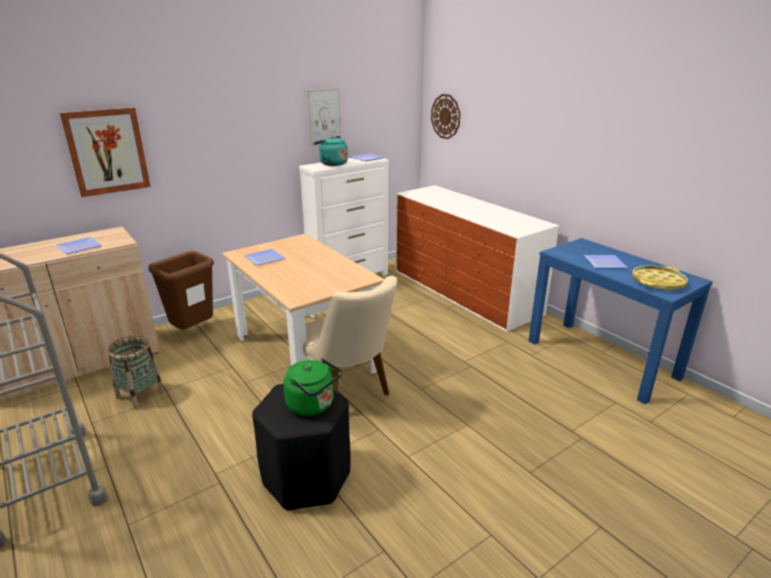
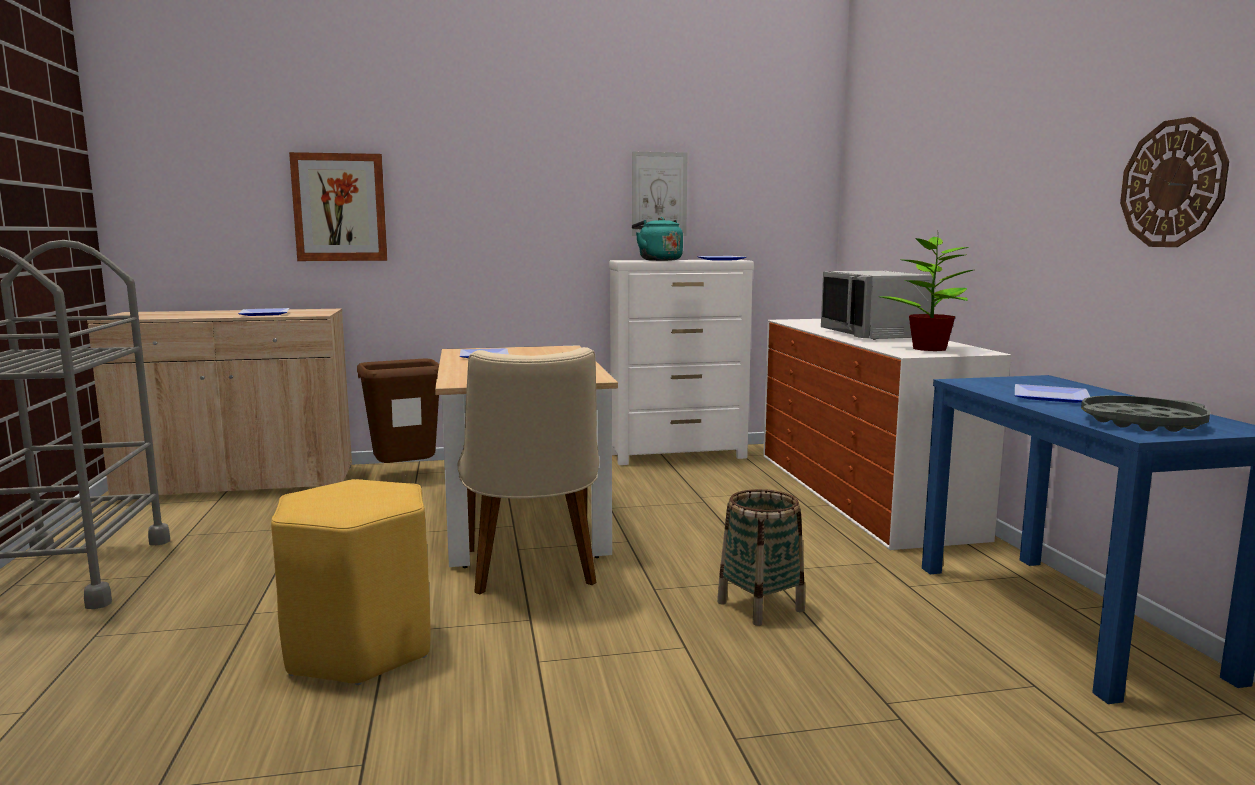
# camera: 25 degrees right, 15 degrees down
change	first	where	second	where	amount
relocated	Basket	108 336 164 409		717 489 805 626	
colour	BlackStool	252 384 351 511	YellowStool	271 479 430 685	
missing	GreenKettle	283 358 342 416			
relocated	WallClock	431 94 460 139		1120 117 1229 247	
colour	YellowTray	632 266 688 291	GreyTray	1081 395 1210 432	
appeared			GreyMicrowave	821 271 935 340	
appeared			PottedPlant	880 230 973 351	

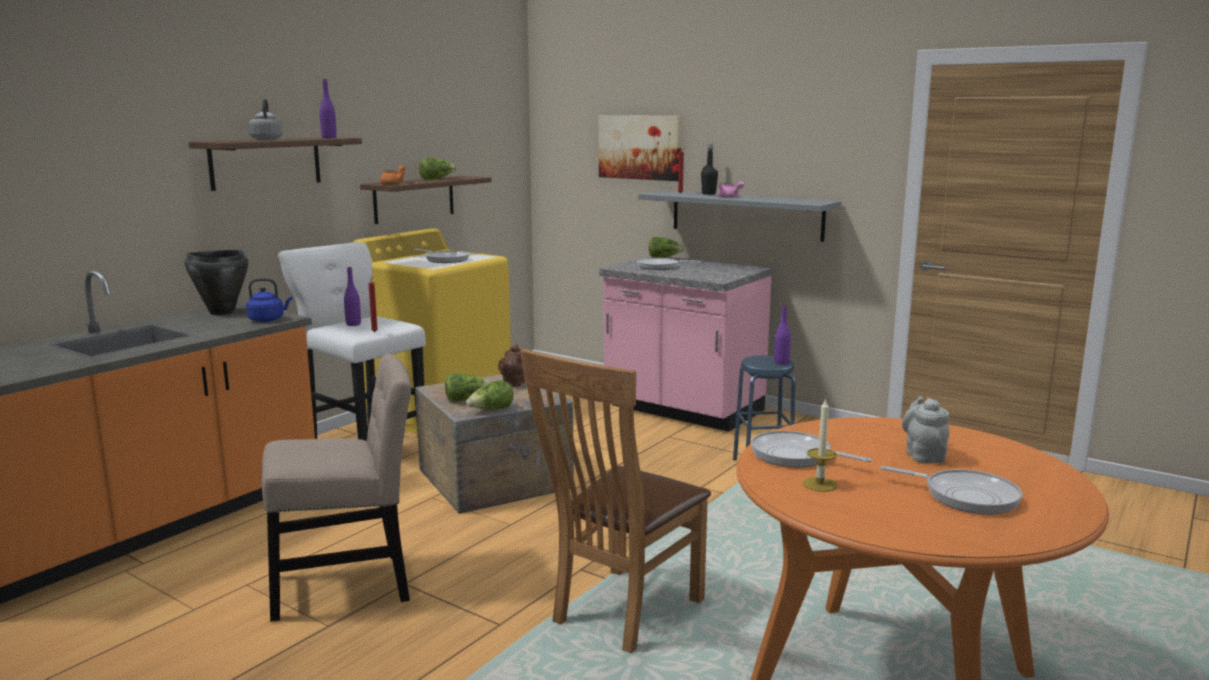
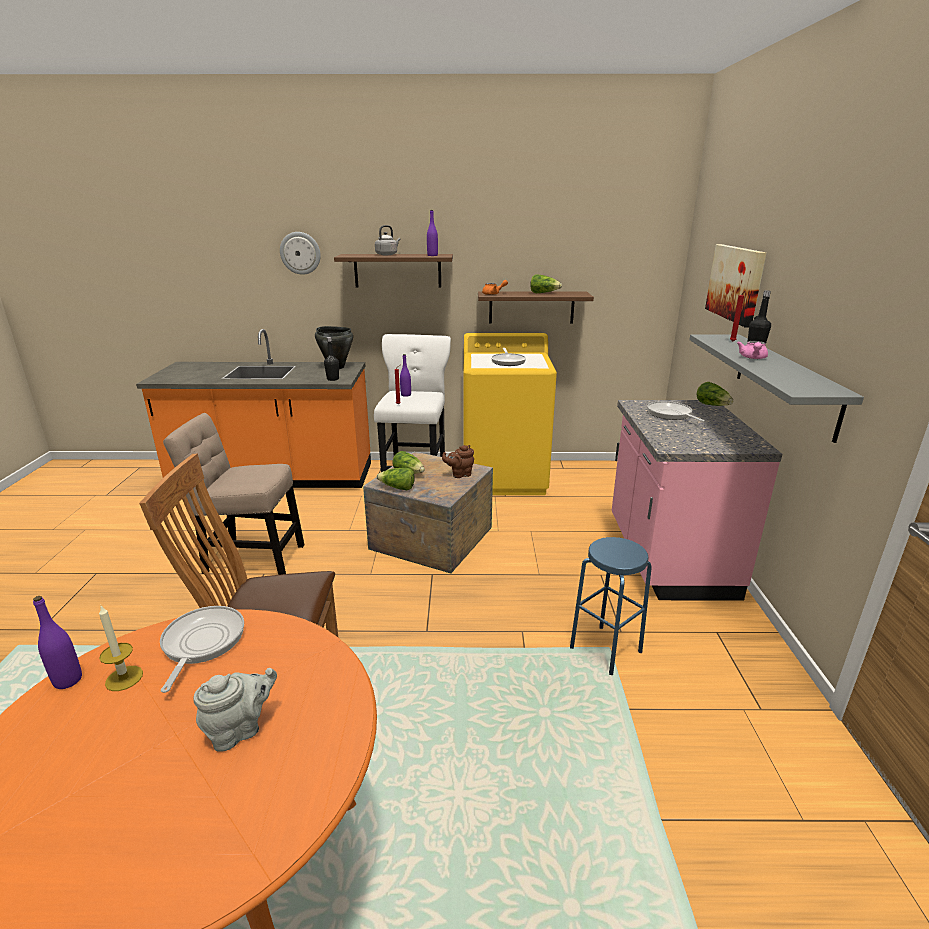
# camera: 55 degrees right, 10 degrees up
change	first	where	second	where	amount
exchanged	BlueKettle	246 278 293 322	BlackBottle	324 337 339 381	
spun	BeigeChair	262 353 411 622		163 413 304 575	150 degrees clockwise
relocated	PurpleBottle	774 305 791 364		33 596 82 689	
missing	FryingPan	880 466 1022 514			
appeared			WallClock	280 232 321 275	

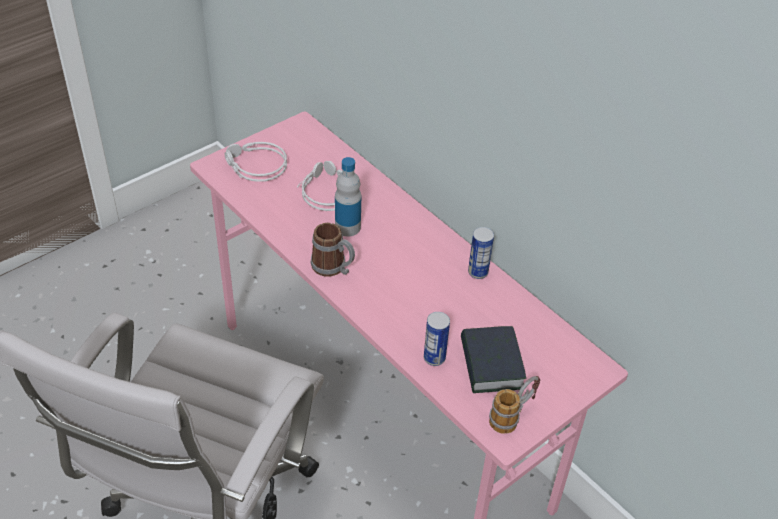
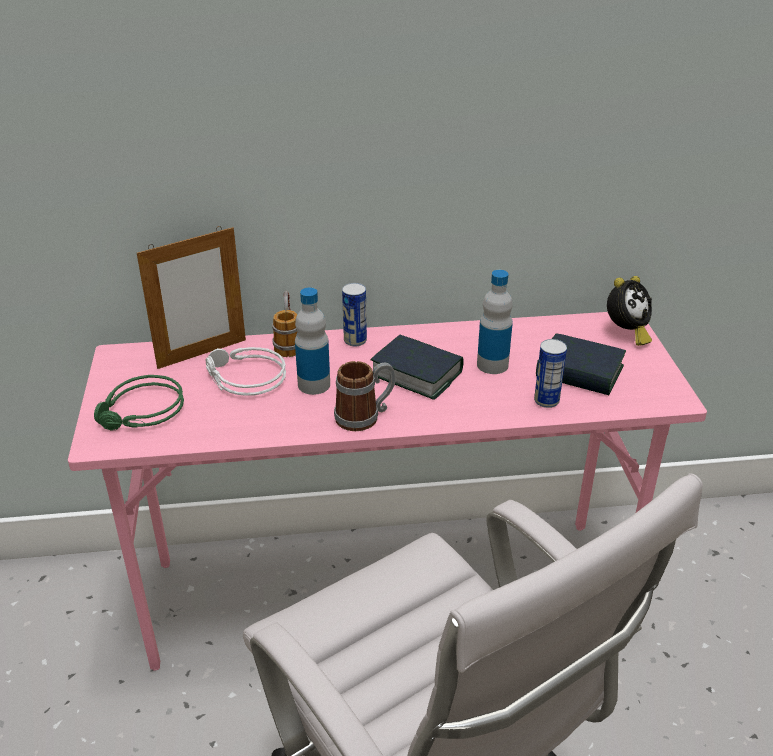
# camera: 55 degrees left, 10 degrees down
change	first	where	second	where	amount
colour	GreyHeadphones	225 142 287 182	GreenHeadphones	94 375 184 431	
relocated	Can	468 227 494 279		342 283 367 346	
relocated	Mug	489 376 540 434		272 291 297 357	
appeared			PictureFrame	137 226 246 369	
appeared			Book	370 335 464 400	
appeared			Bottle	477 270 513 374	
appeared			AlarmClock	607 276 652 346	

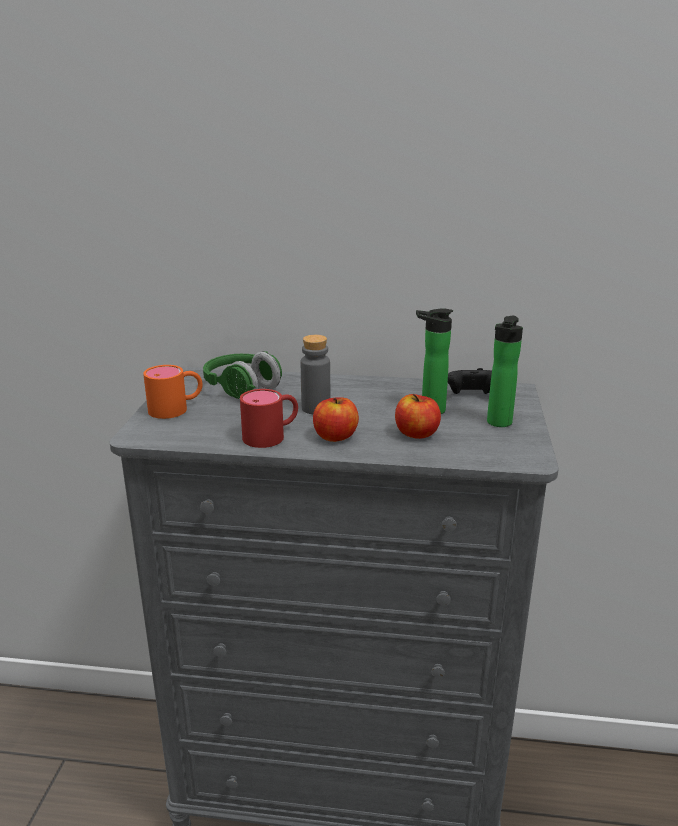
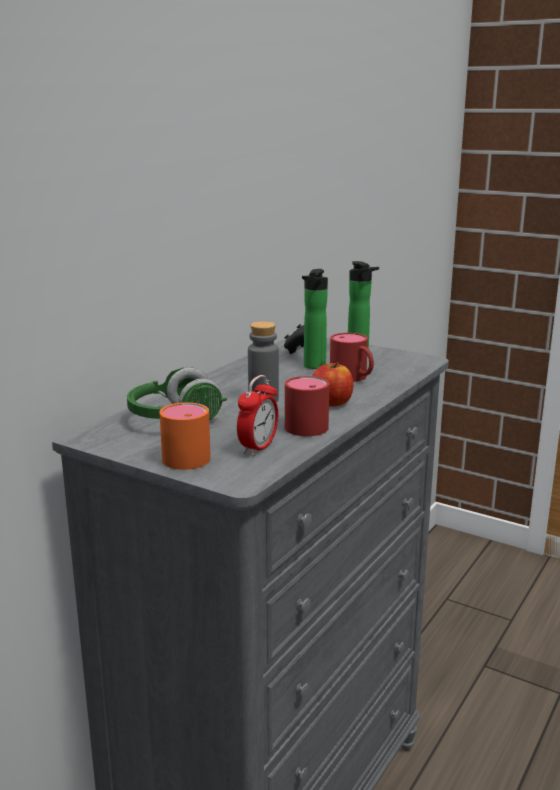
# camera: 65 degrees left, 5 degrees down
change	first	where	second	where	amount
exchanged	Apple	395 394 441 439	RedMug	330 333 374 382	
appeared			AlarmClock	237 375 278 456	

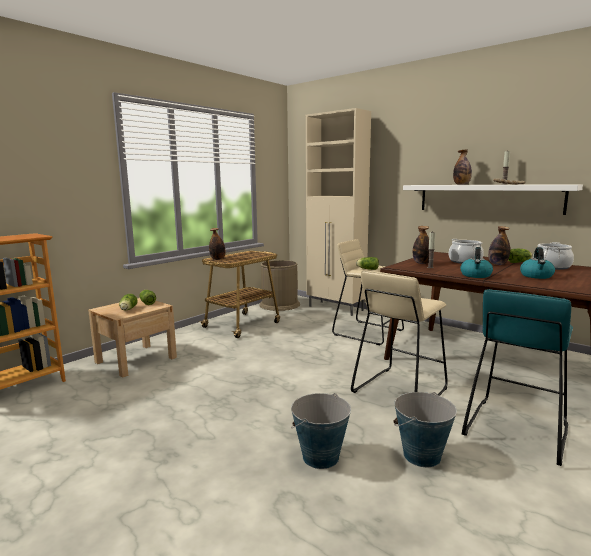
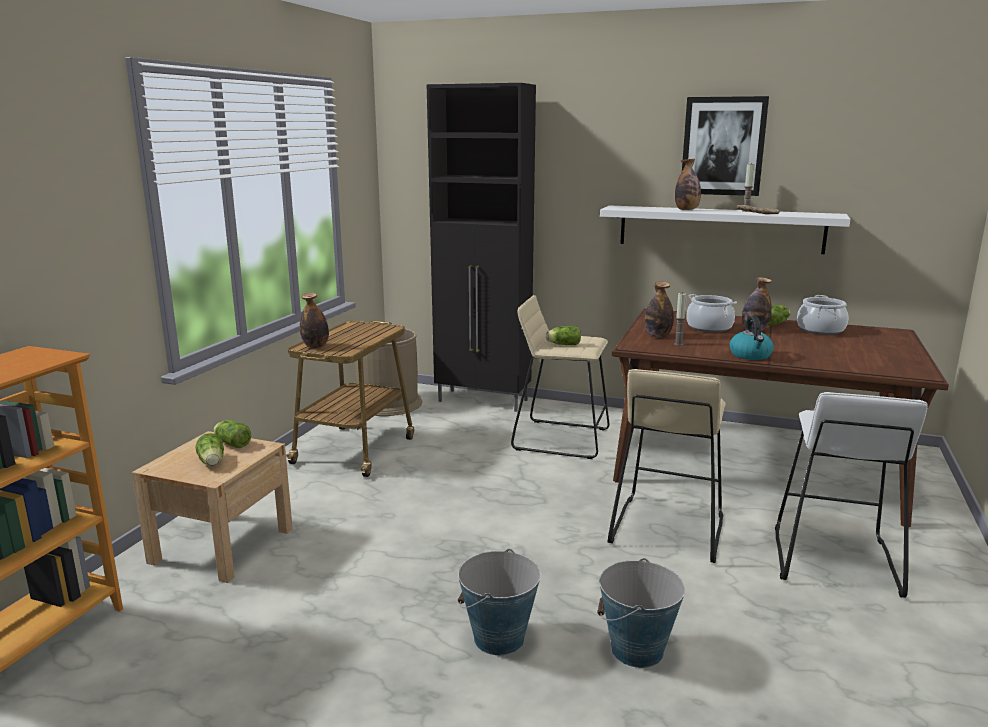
# camera: 20 degrees left, 5 degrees up
change	first	where	second	where	amount
colour	BeigeCabinet	306 108 371 316	BlackCabinet	427 83 536 412	
relocated	Bucket	393 392 457 467		458 549 541 655	
colour	TurquoiseStool	462 289 573 466	WhiteStool	775 392 928 598	
missing	Kettle	520 247 555 279			
appeared			Picture	682 96 769 196	

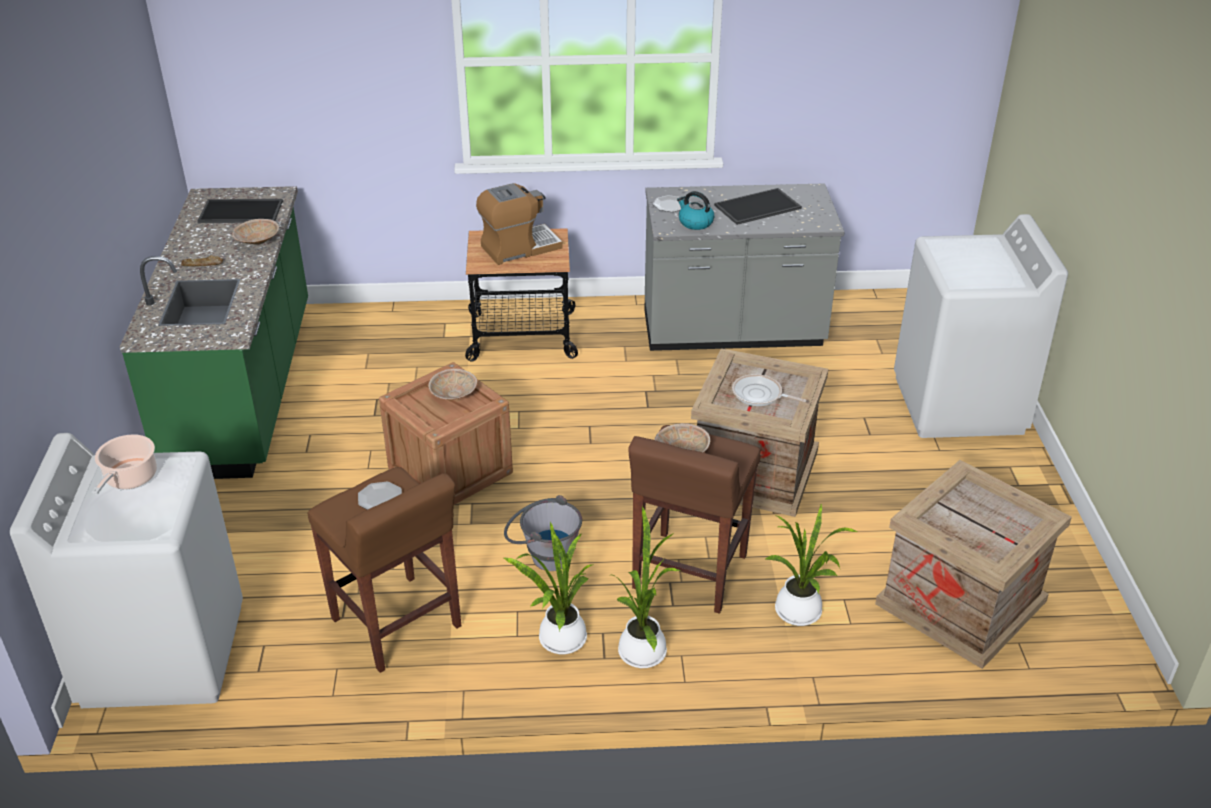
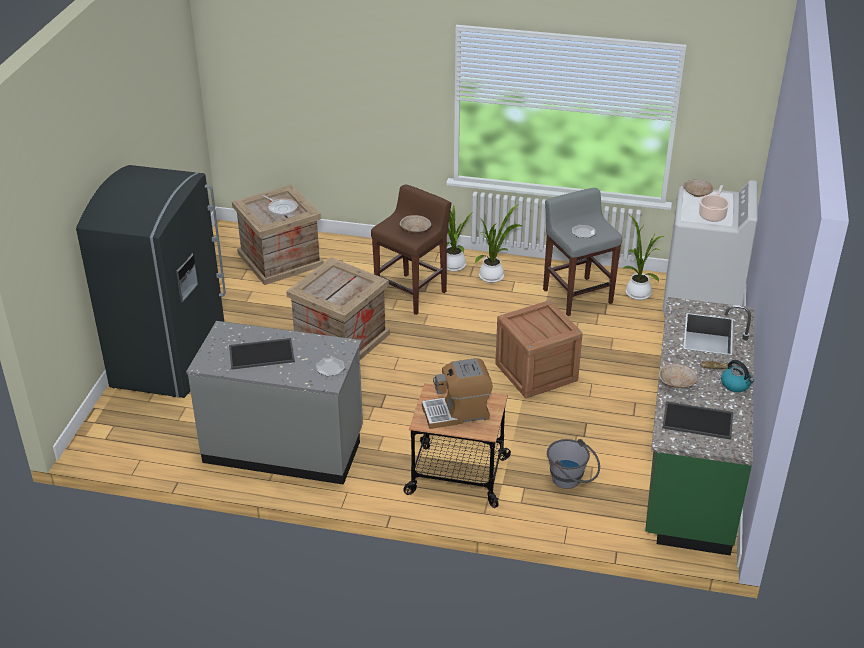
# camera: 165 degrees left, 0 degrees up
change	first	where	second	where	amount
colour	BrownStool	307 467 461 673	GreyStool	543 188 622 316	
relocated	BeigeBowl	428 369 477 400		683 180 714 197	
relocated	GreyBucket	504 495 582 571		547 439 600 489	
relocated	Kettle	677 191 714 230		721 360 754 392	
relocated	FryingPan	732 374 806 406		262 195 297 216	
relocated	PottedPlant	765 503 857 626		623 215 664 300	
exchanged	WhiteWashingMachine	894 214 1068 438	GreyFridge	76 165 226 398	

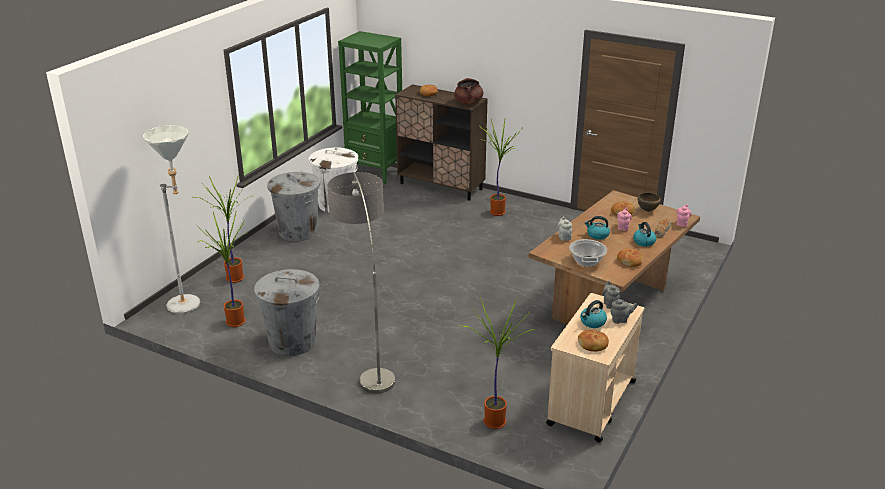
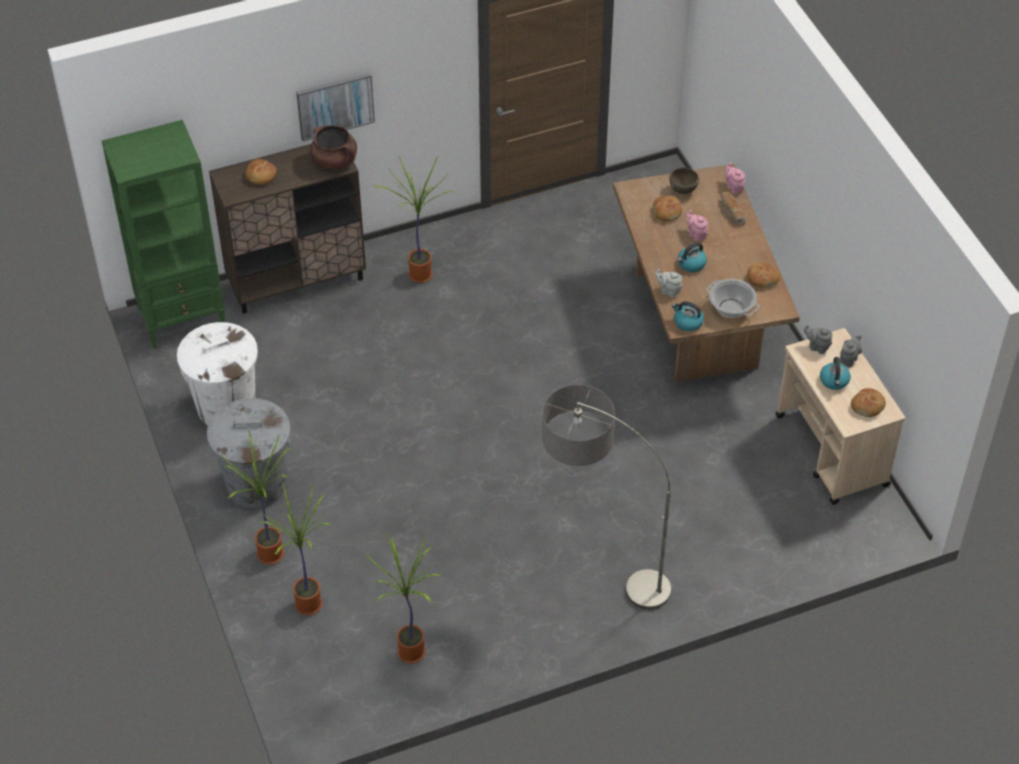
# camera: 50 degrees left, 20 degrees up
change	first	where	second	where	amount
missing	GreyFloorLamp	143 125 200 314			
missing	GreyTrashCan	254 269 319 356			
relocated	PottedPlant	457 297 535 429		221 430 290 564	
relocated	Kettle	633 222 656 247		672 301 704 331	
appeared			Picture	296 73 375 141	

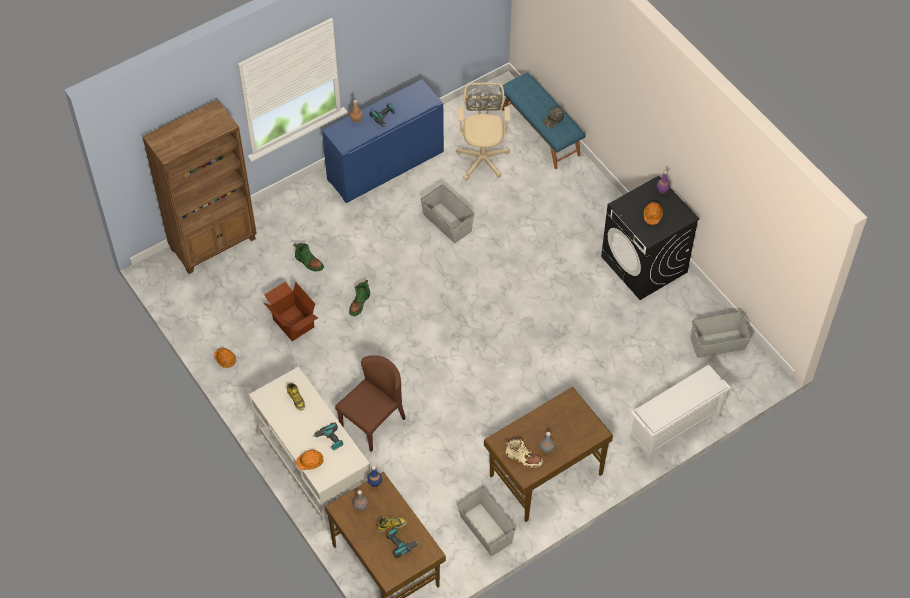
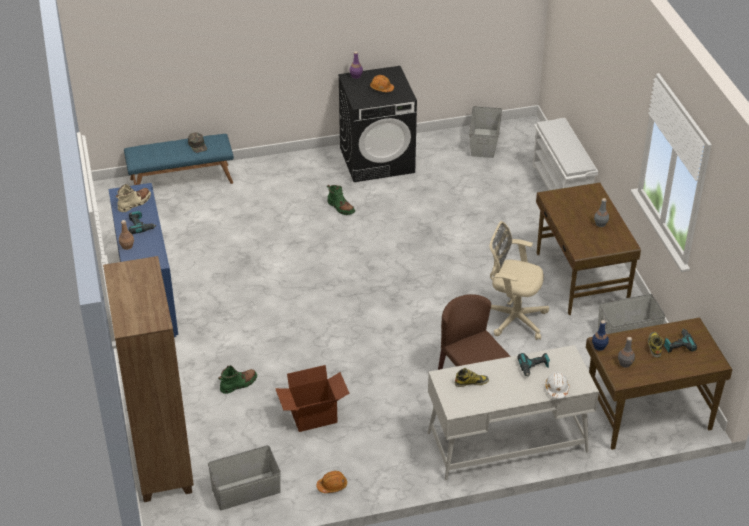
# camera: 70 degrees left, 15 degrees down
change	first	where	second	where	amount
colour	OrangeHardHat	296 450 324 470	WhiteHardHat	545 372 569 399	
relocated	GreenBoot	349 280 371 316		327 185 355 215	
relocated	GreyStorageBox	420 184 475 243		208 445 281 510	
relocated	BeigeOfficeChair	456 83 510 181		489 221 549 340	
relocated	BeigeBoot	505 439 543 468		115 184 151 212	

